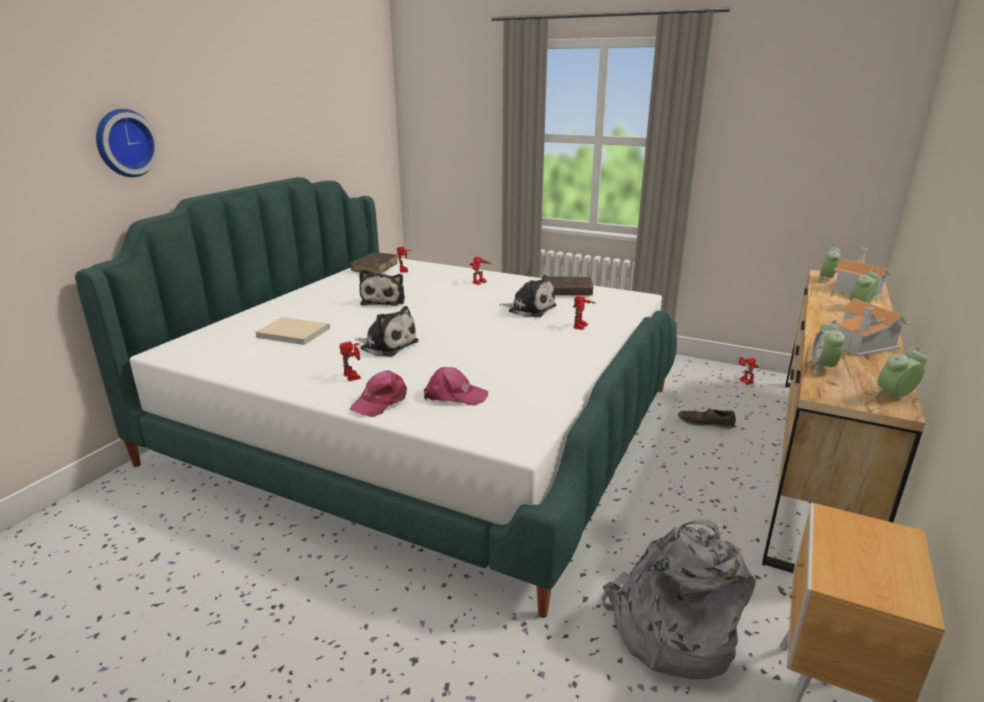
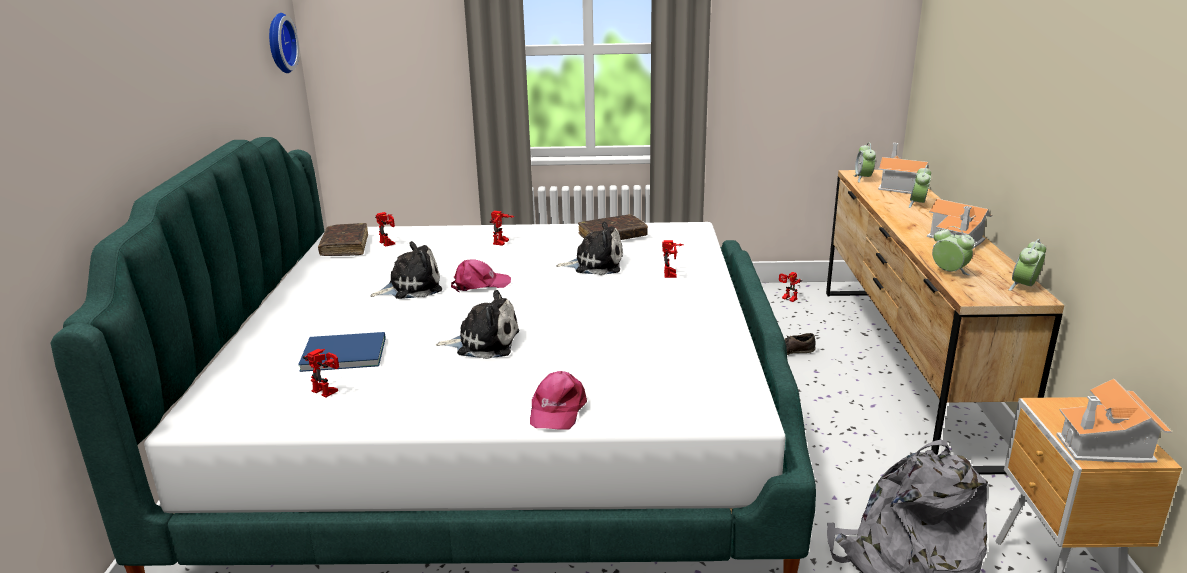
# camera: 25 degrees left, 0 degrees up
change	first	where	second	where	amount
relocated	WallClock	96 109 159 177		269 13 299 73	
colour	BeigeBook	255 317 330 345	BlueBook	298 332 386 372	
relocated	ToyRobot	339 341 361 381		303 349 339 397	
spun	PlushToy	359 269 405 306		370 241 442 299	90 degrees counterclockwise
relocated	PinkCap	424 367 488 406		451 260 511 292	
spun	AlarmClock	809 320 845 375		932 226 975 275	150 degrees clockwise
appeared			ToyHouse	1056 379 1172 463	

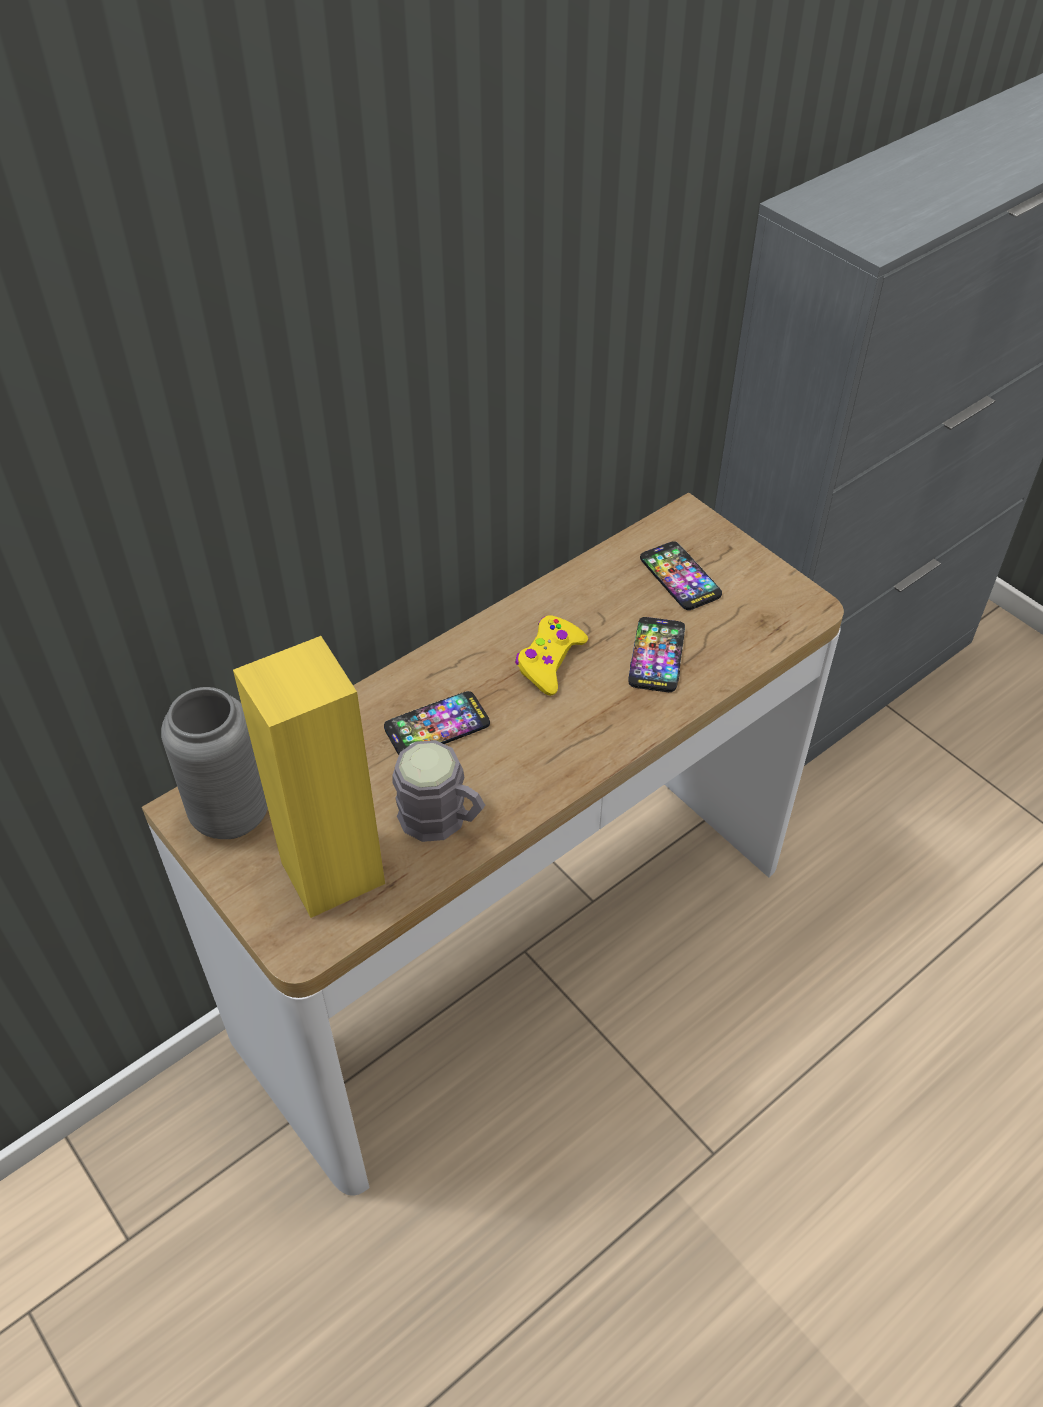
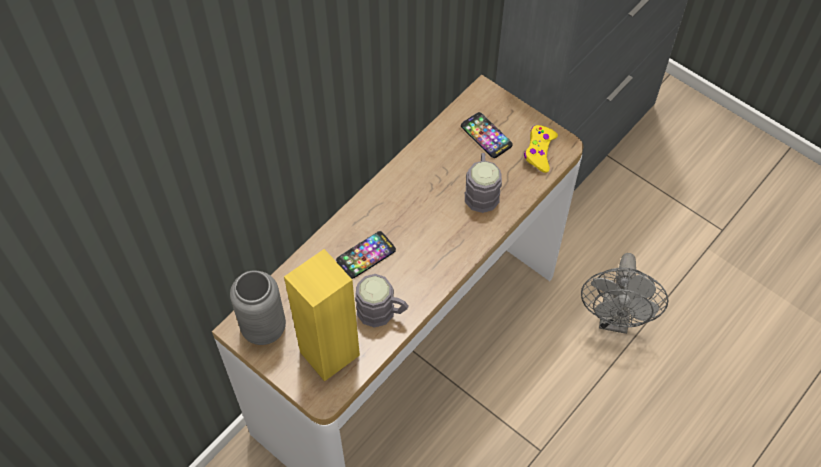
# camera: 10 degrees left, 10 degrees up
change	first	where	second	where	amount
relocated	YellowGameController	515 615 588 696		524 125 558 173	
exchanged	Phone	628 617 685 692	GreyMug	465 153 502 213	
appeared			GreyFan	581 253 668 334	

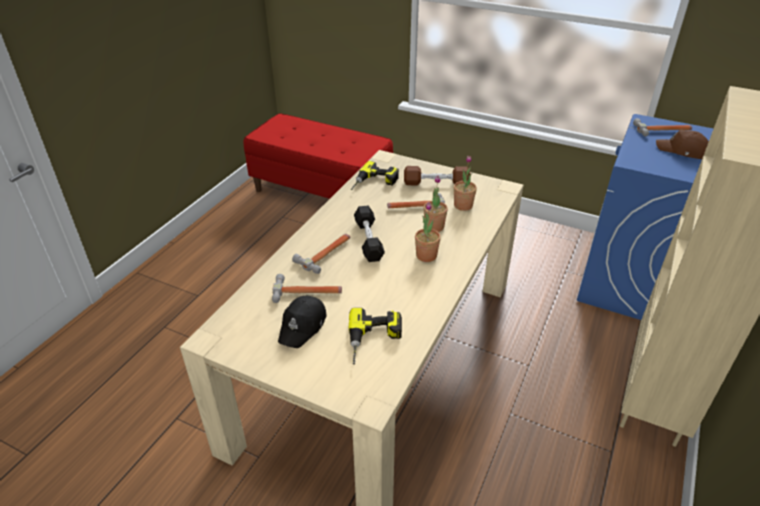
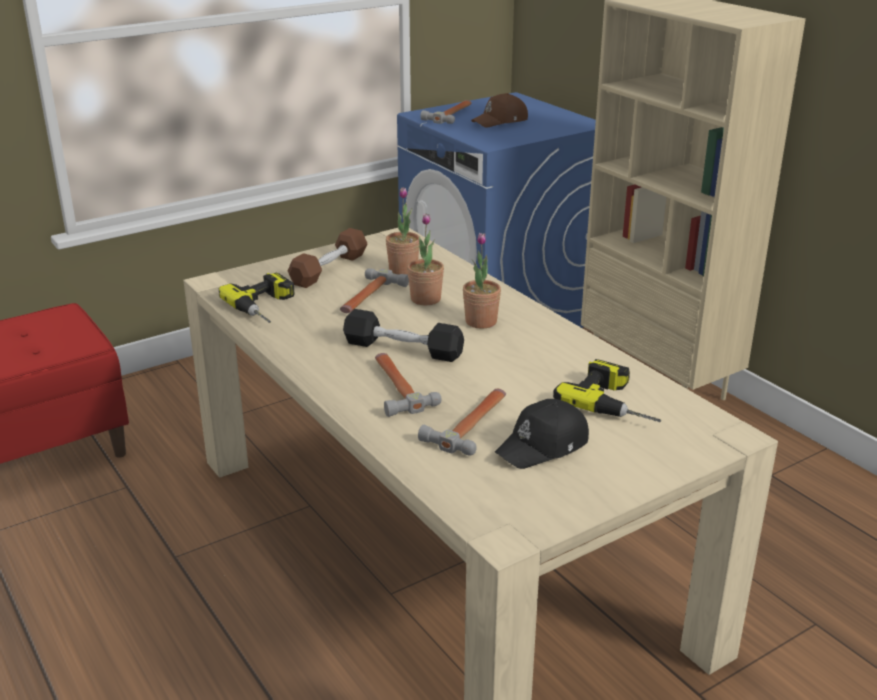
# camera: 60 degrees left, 10 degrees down
change	first	where	second	where	amount
spun	BlackCap	278 296 327 348		495 399 589 469	90 degrees clockwise

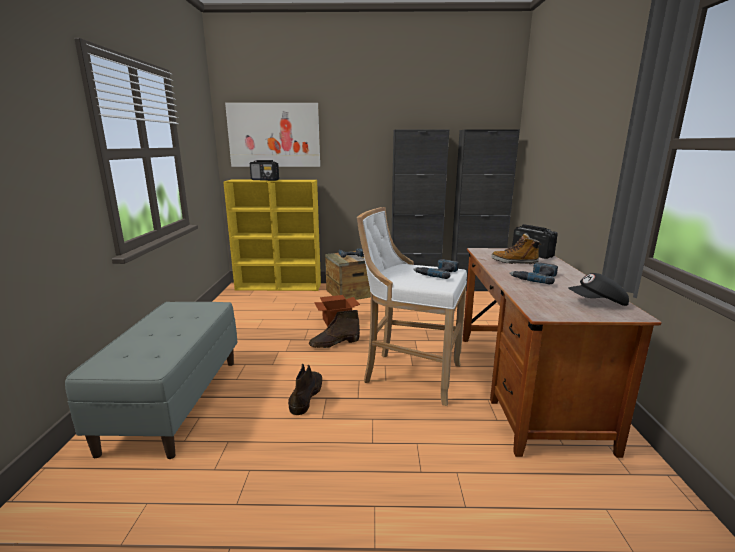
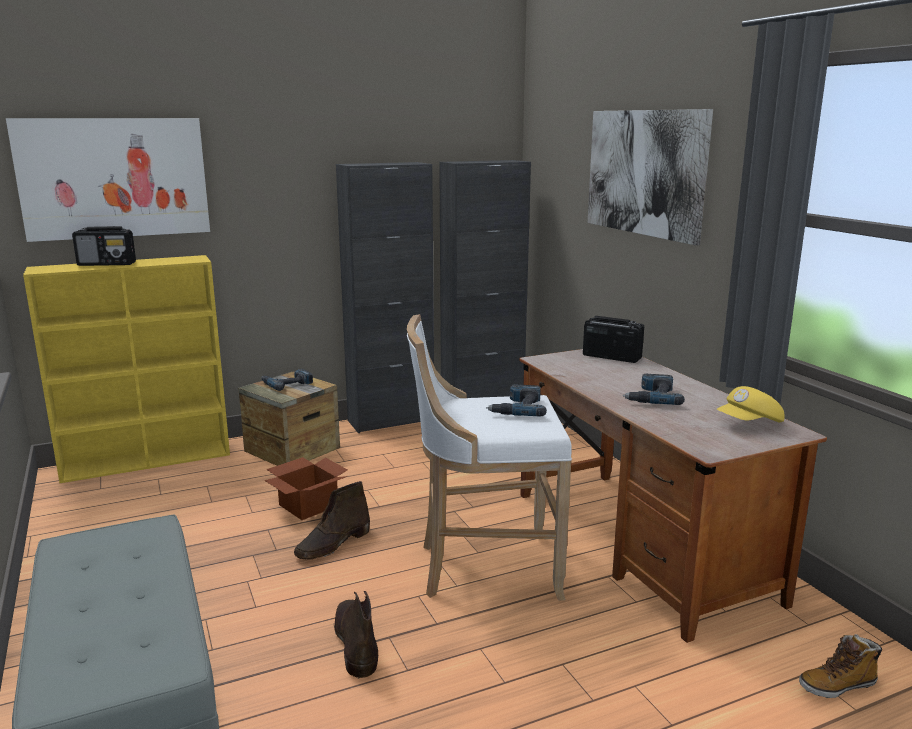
# camera: 25 degrees left, 0 degrees up
change	first	where	second	where	amount
relocated	Boot	491 233 541 264		799 634 882 698	
colour	BlackCap	568 273 629 306	YellowCap	717 386 785 422	
appeared			Picture	588 109 713 246	

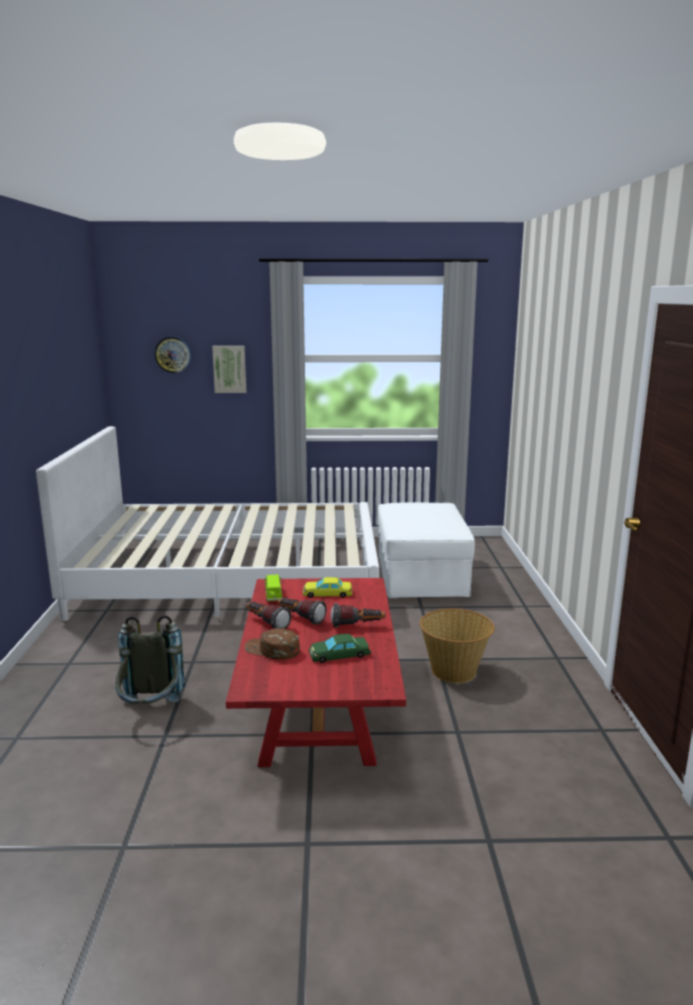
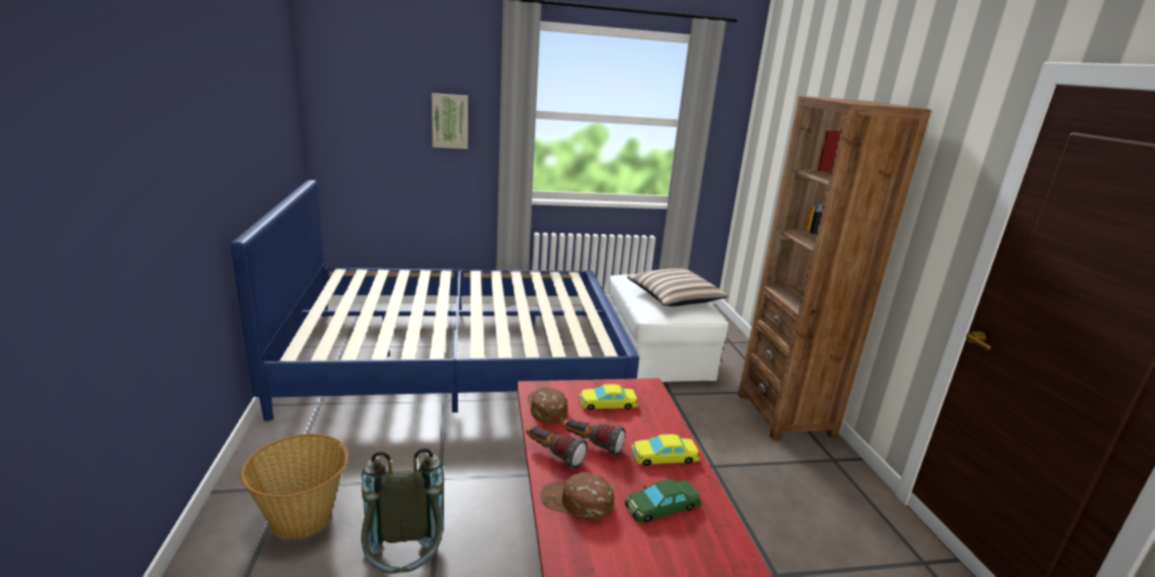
# camera: 10 degrees left, 5 degrees up
change	first	where	second	where	amount
colour	WhiteBed	36 426 379 621	BlueBed	230 180 639 421	
missing	WallClock	154 336 191 374			
exchanged	GreenToyCar	264 575 283 601	BrownCap	527 387 568 424	
exchanged	Flashlight	331 603 386 628	YellowToyCar	631 434 700 466	
relocated	Basket	420 608 495 683		241 434 349 539	
appeared			Pillow	627 268 729 307	
appeared			BrownBookcase	738 96 931 441	

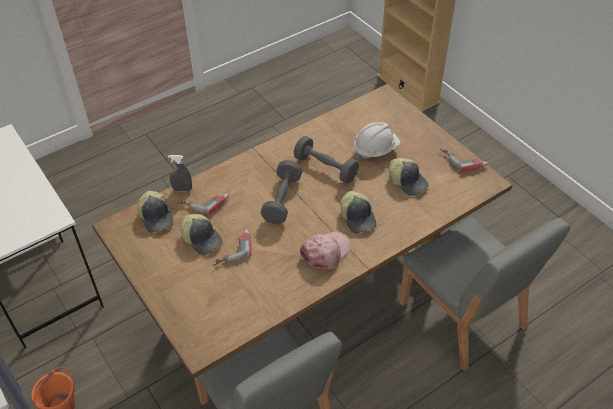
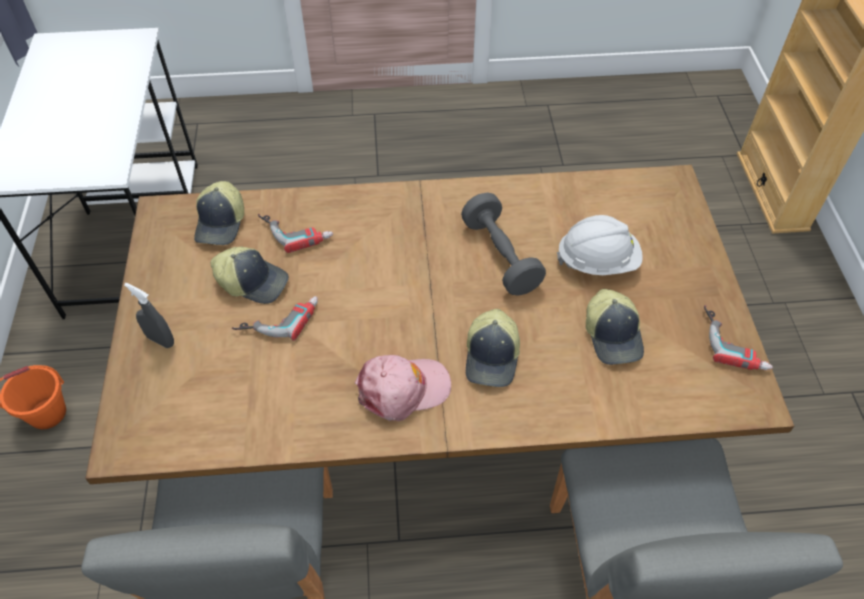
# camera: 30 degrees right, 5 degrees up
change	first	where	second	where	amount
relocated	GreySprayBottle	168 155 192 191		124 283 174 348	
spun	Cap	180 214 223 255		210 247 289 304	60 degrees counterclockwise
missing	GreyDumbbell	261 160 302 224			

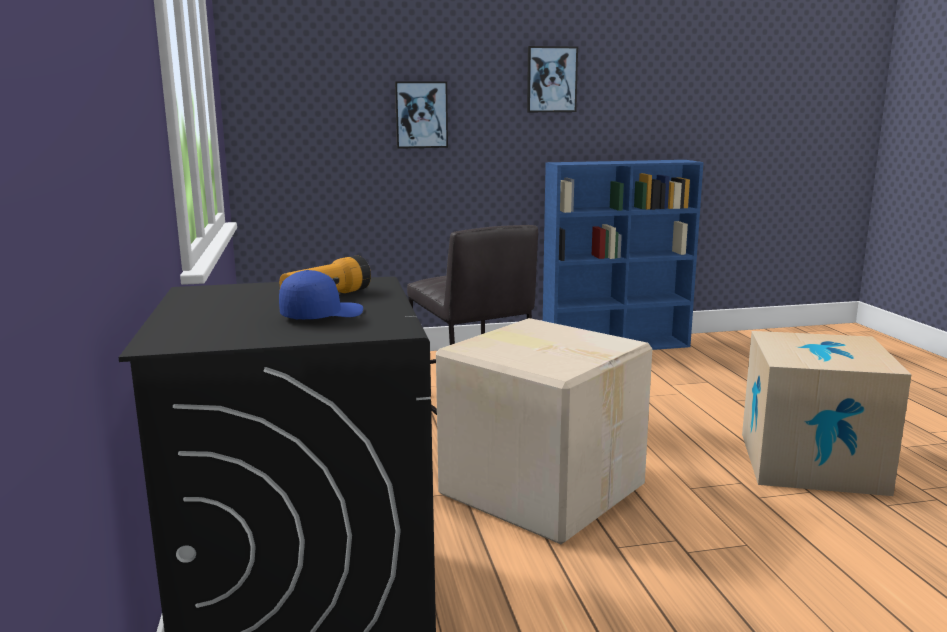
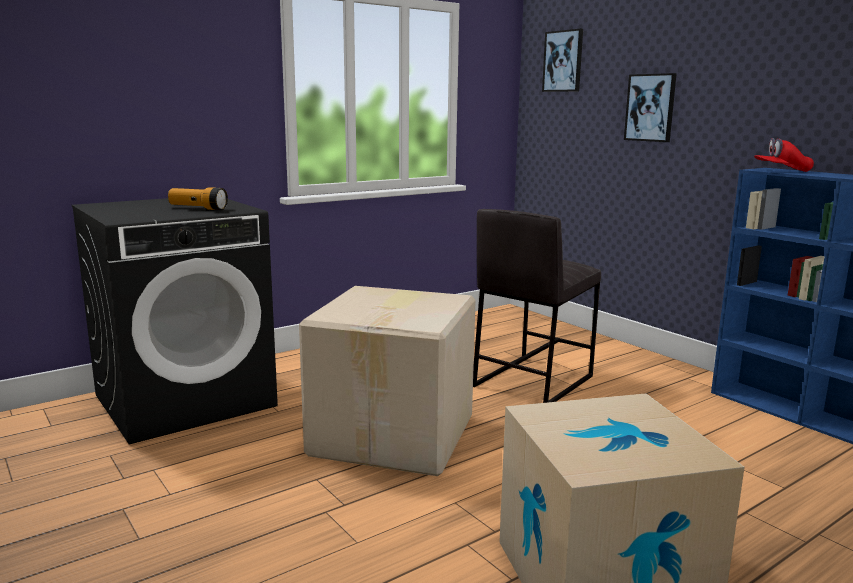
# camera: 65 degrees right, 0 degrees up
change	first	where	second	where	amount
missing	BlueCap	279 270 363 319			
relocated	Picture	527 46 578 112		542 29 583 92	
appeared			RedCap	754 138 814 172	

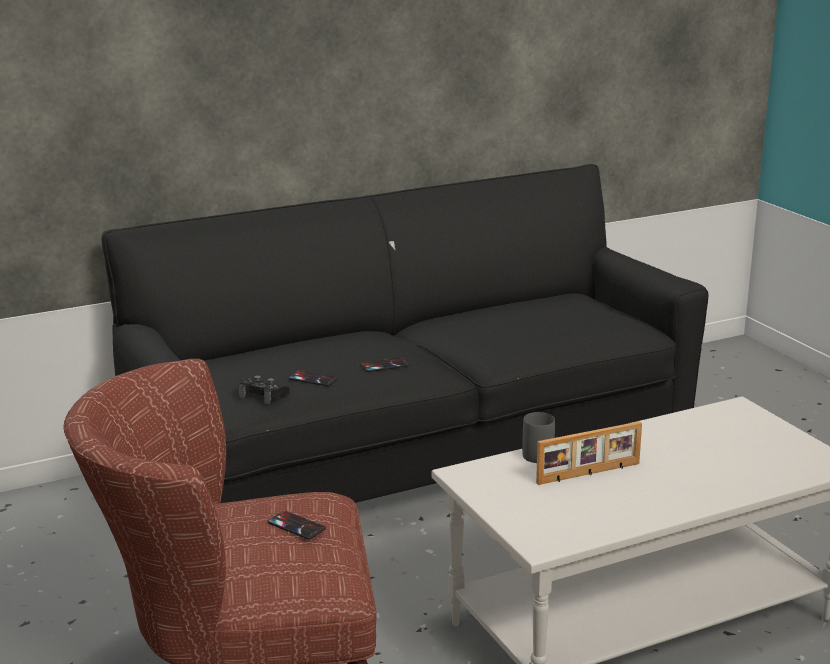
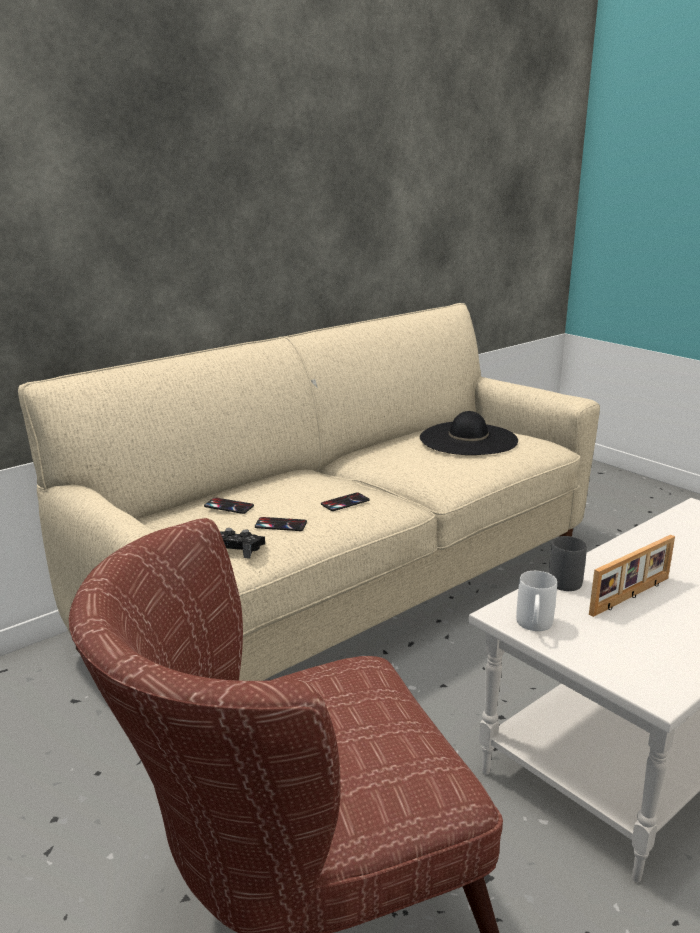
# camera: 15 degrees left, 0 degrees up
change	first	where	second	where	amount
colour	BlackSofa	102 164 708 503	BeigeSofa	18 303 600 681	
relocated	Phone	267 511 326 539		204 497 254 514	
appeared			BlackHat	420 411 518 455	
appeared			WhiteMug	516 571 557 631	

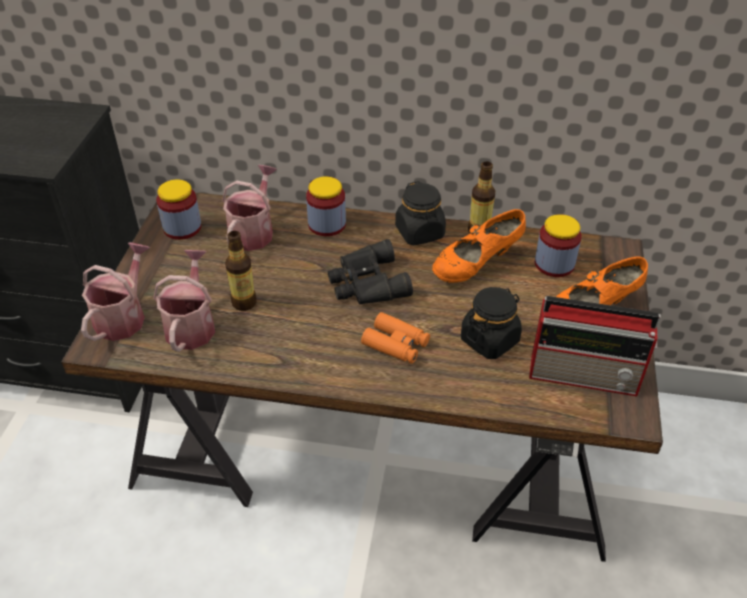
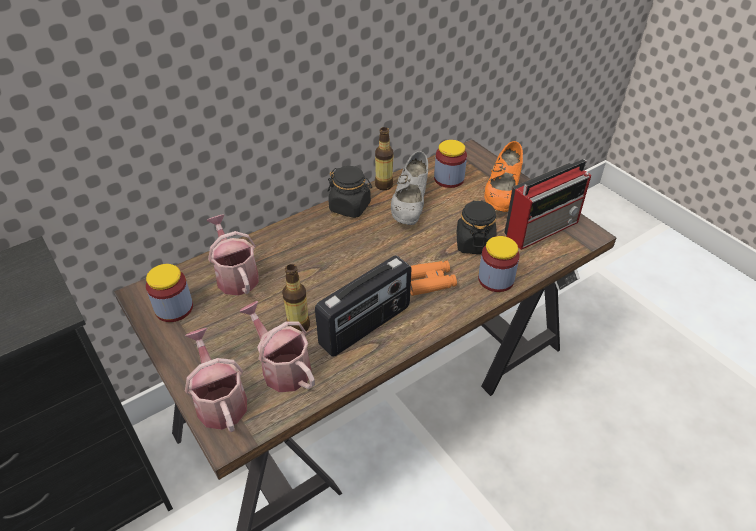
# camera: 45 degrees left, 0 degrees up
change	first	where	second	where	amount
relocated	Jar	306 176 346 236		478 236 520 292	
missing	BlackBinoculars	328 239 413 304			
colour	OrangeShoe	432 209 526 283	GreyShoe	391 151 428 225	
appeared			Radio	315 255 412 357	

